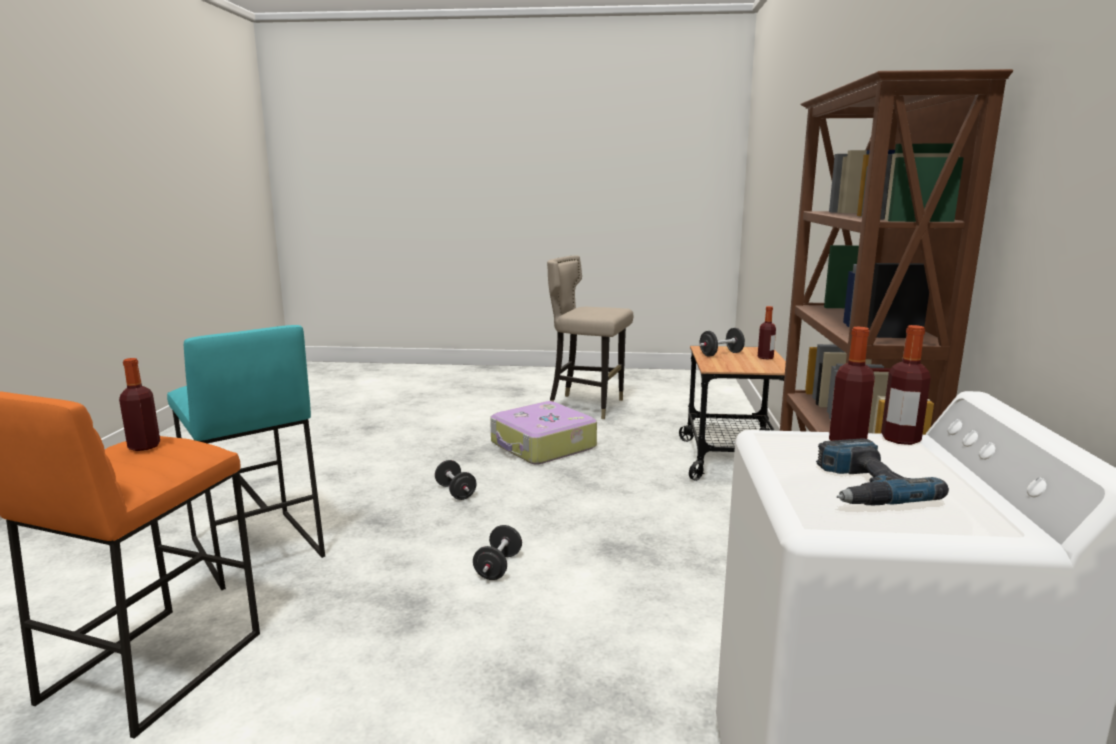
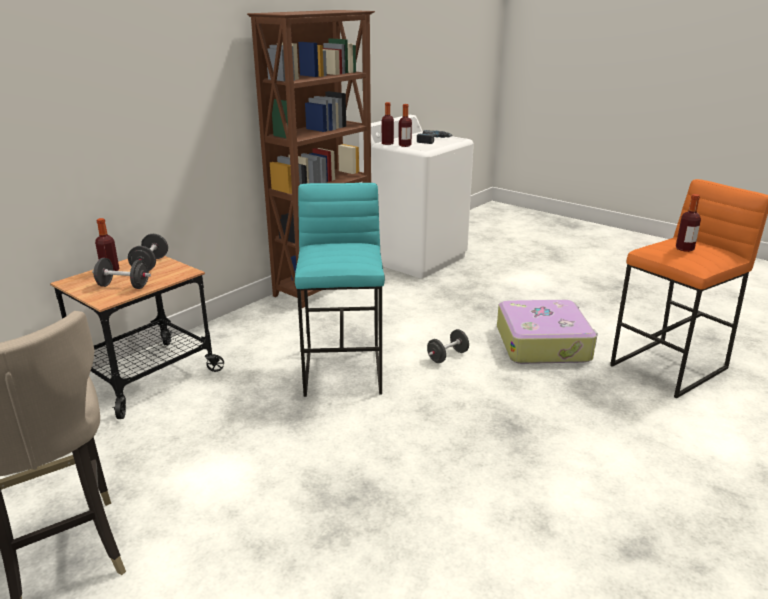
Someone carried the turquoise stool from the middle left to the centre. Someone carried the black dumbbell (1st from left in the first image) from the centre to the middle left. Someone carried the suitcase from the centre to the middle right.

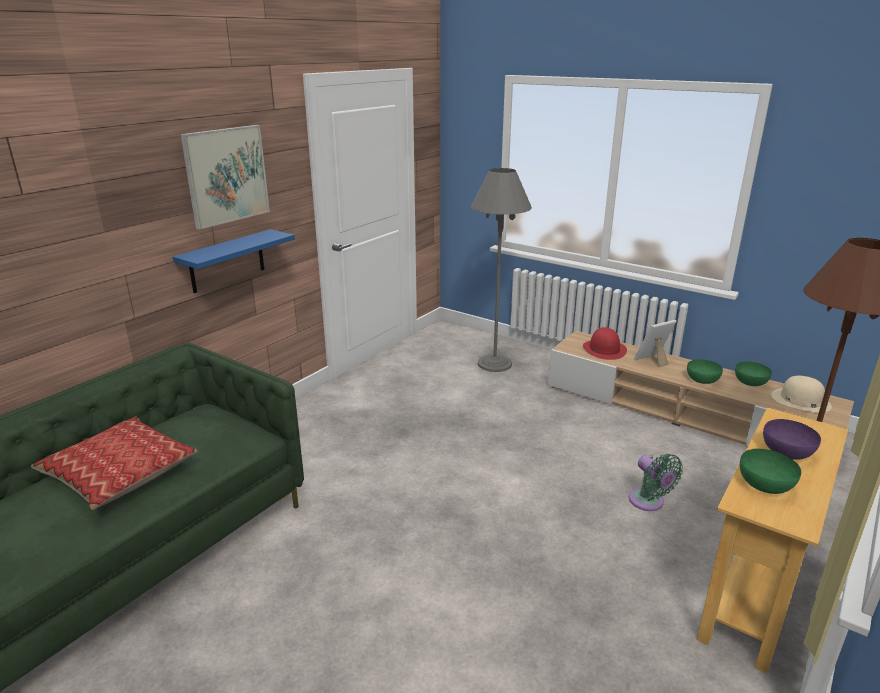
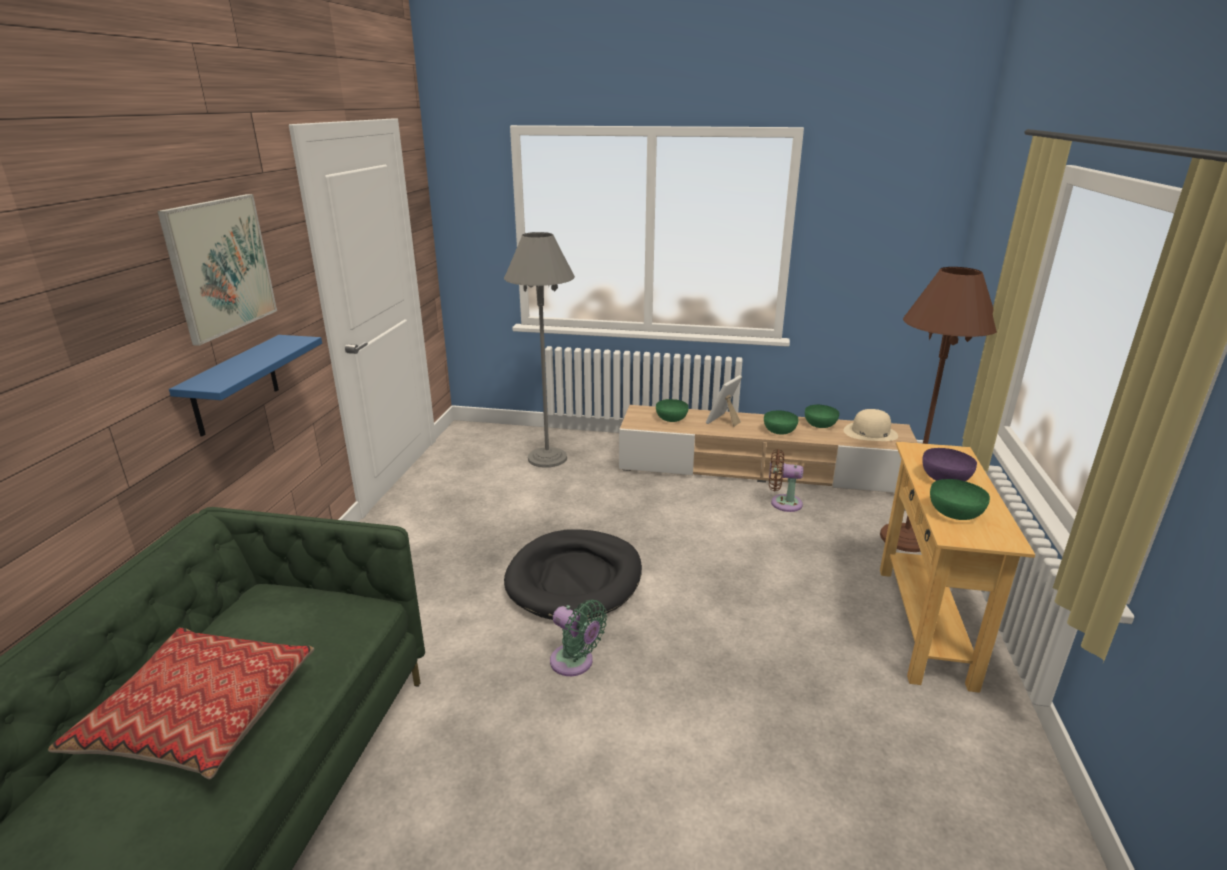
Someone put down the black dog bed at the centre. Someone put down the brown fan at the centre. Someone carried the green fan from the bottom right to the bottom centre. Someone swapped the red hat at the middle right for the green bowl (1st from left) at the centre.

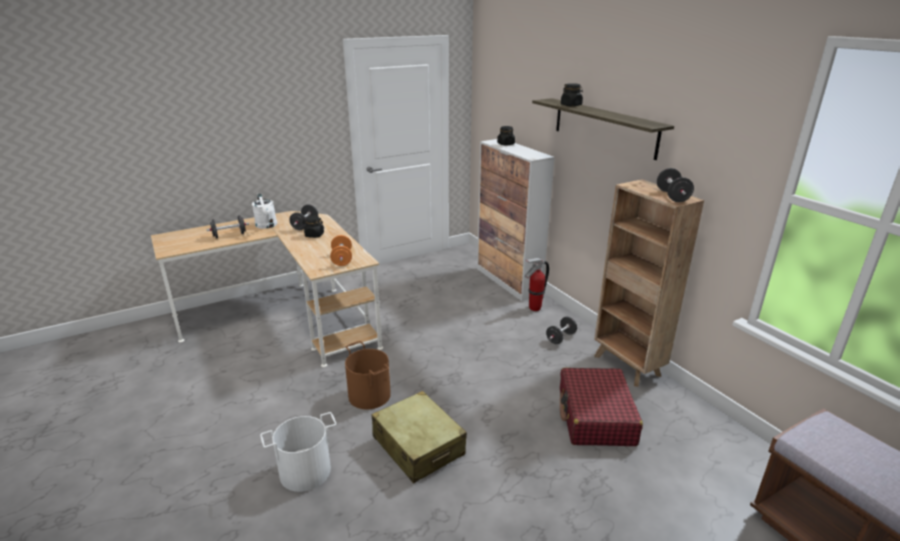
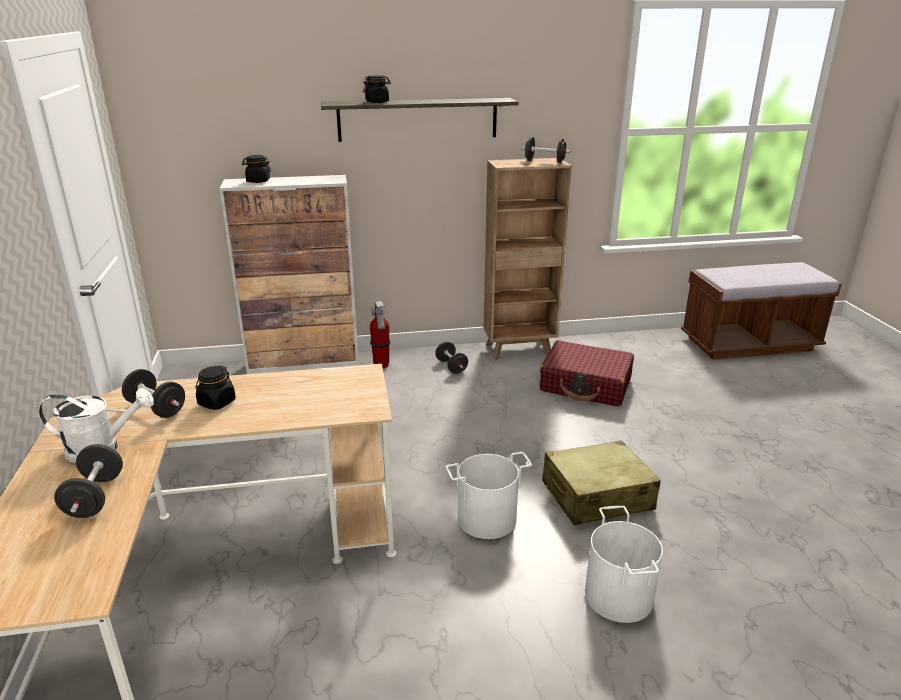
Someone took away the orange dumbbell at the centre. Someone repainted the brown bucket at the bottom centre, which became the white bucket (1st from left) at the bottom centre.

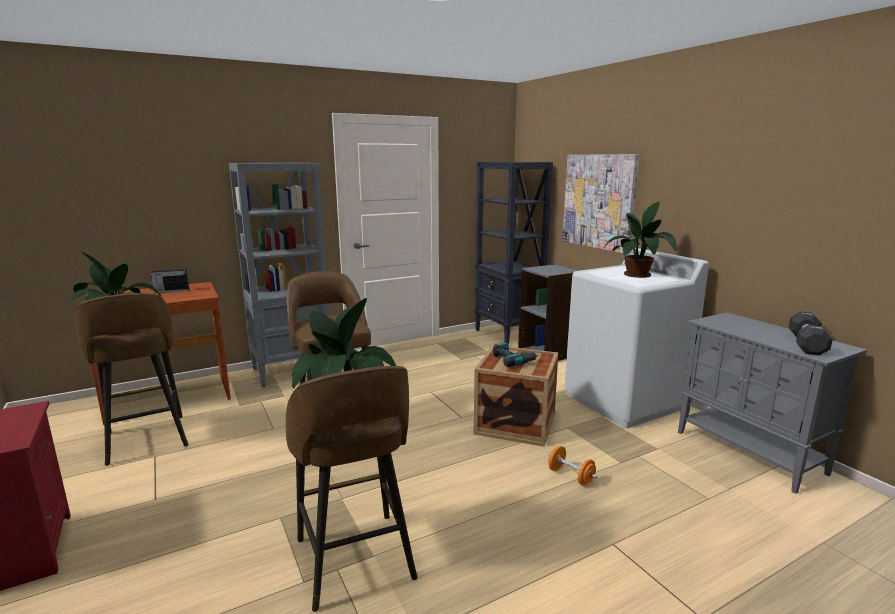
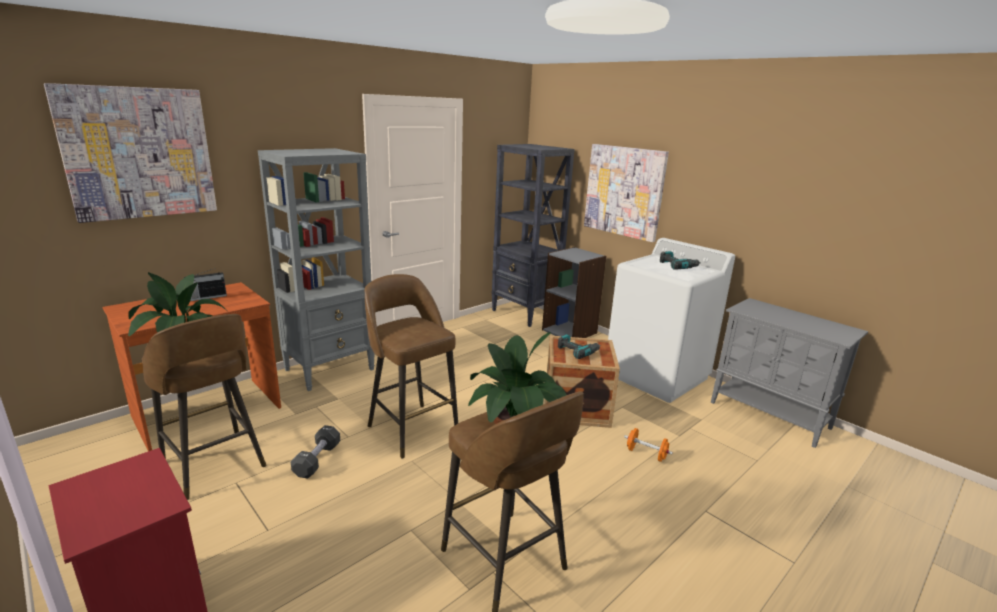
Someone put up the picture (1st from left) at the top left. Someone carried the black dumbbell from the middle right to the bottom left. Someone swapped the potted plant (3rd from left) at the middle right for the power drill (2nd from left) at the middle right.

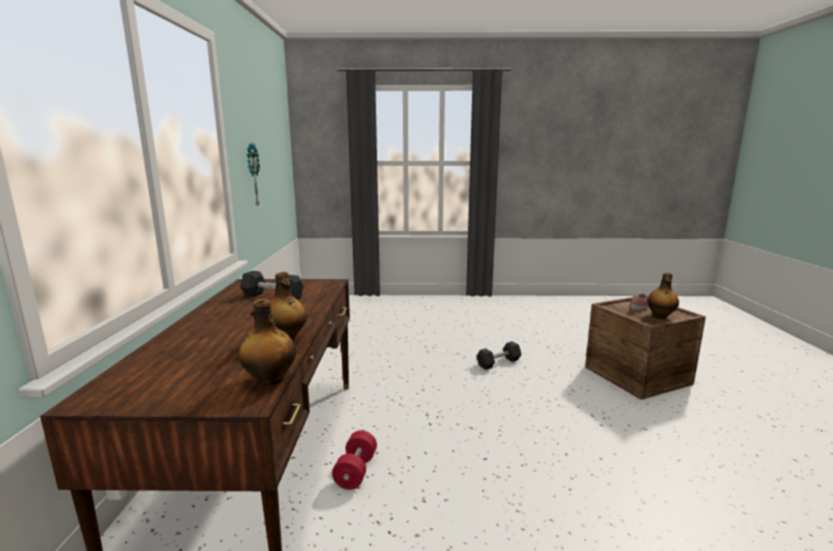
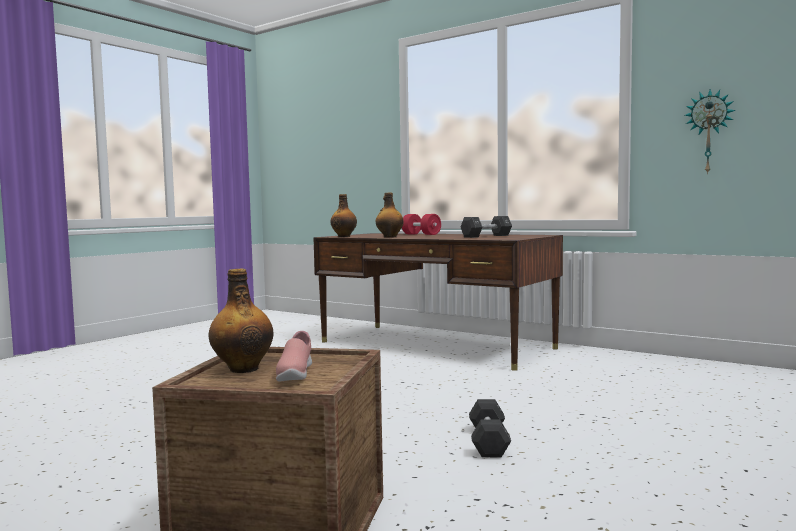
Someone carried the red dumbbell from the bottom centre to the centre.

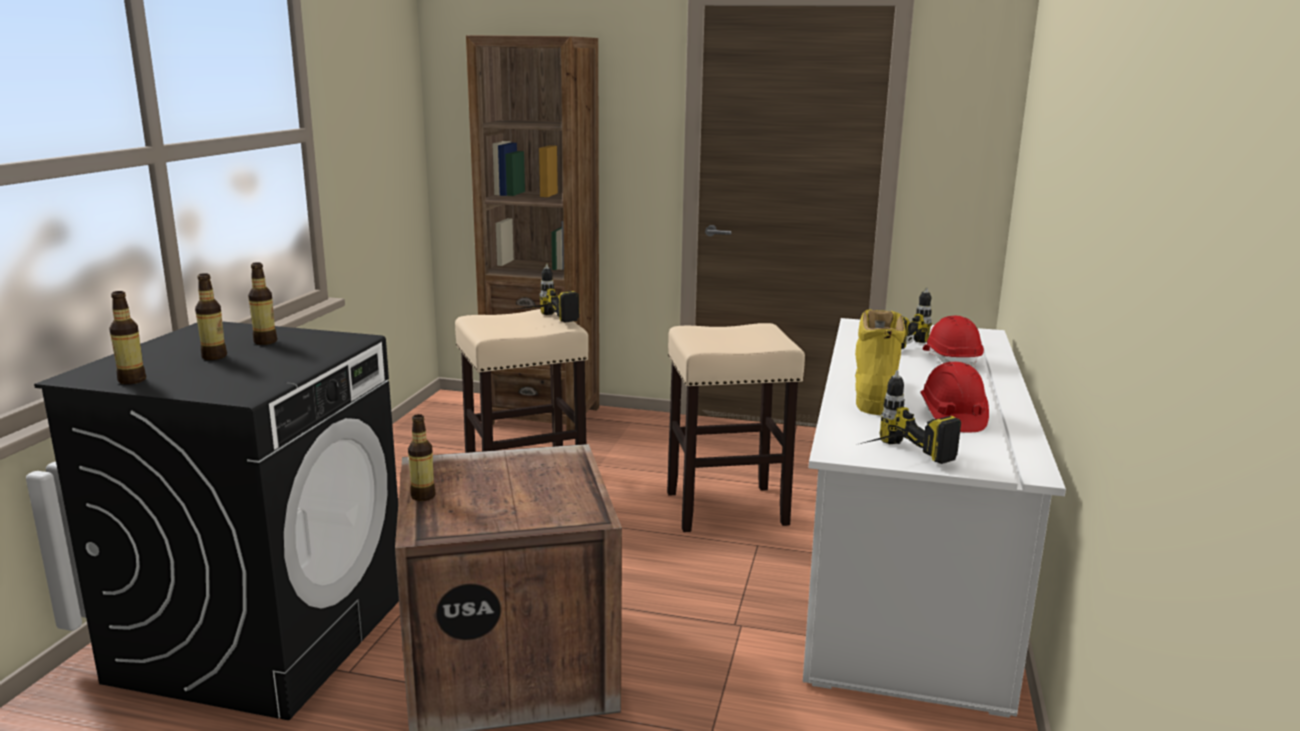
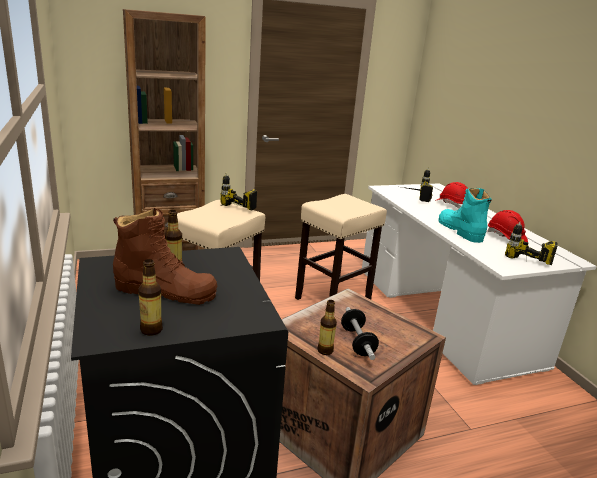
Someone put down the dumbbell at the bottom centre. Someone swapped the bottle (2nd from left) at the middle left for the brown boot at the middle left. Someone repainted the yellow boot at the middle right, which became the turquoise boot at the middle right.

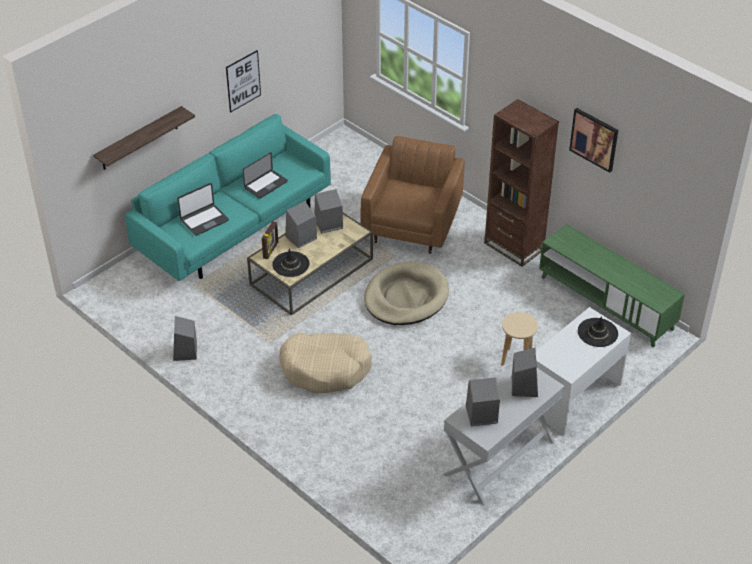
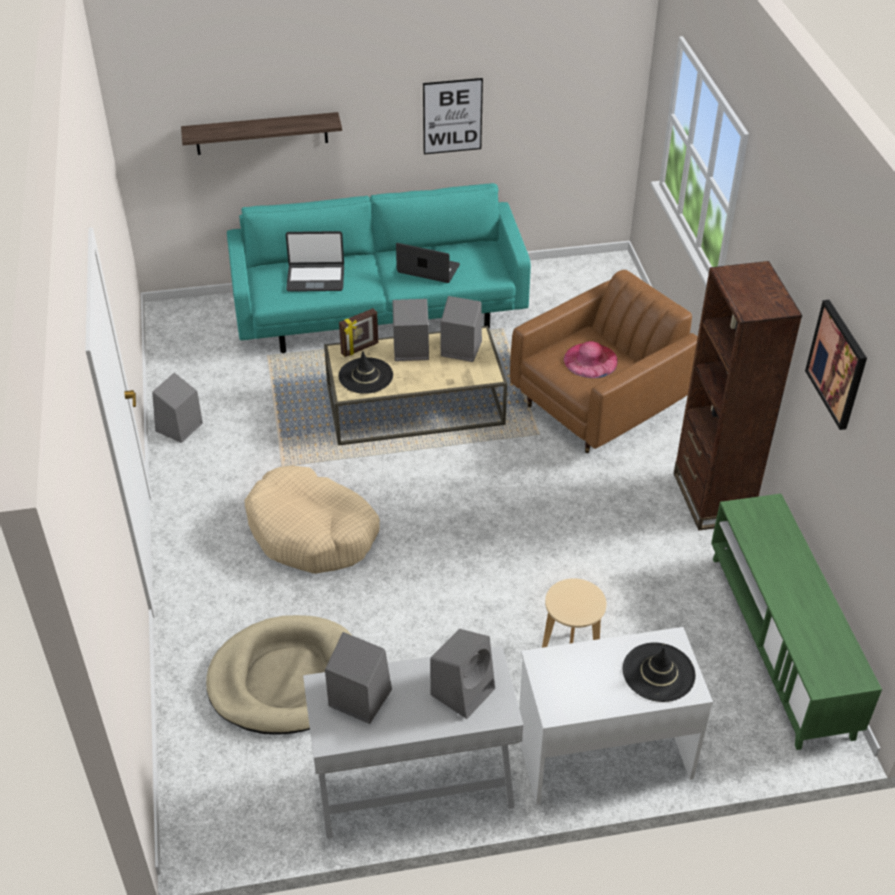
Someone put down the pink hat at the centre. Someone carried the beige dog bed (2nd from left in the first image) from the centre to the bottom left. Someone rotated the laptop (2nd from left) at the top centre by 150 degrees counterclockwise.

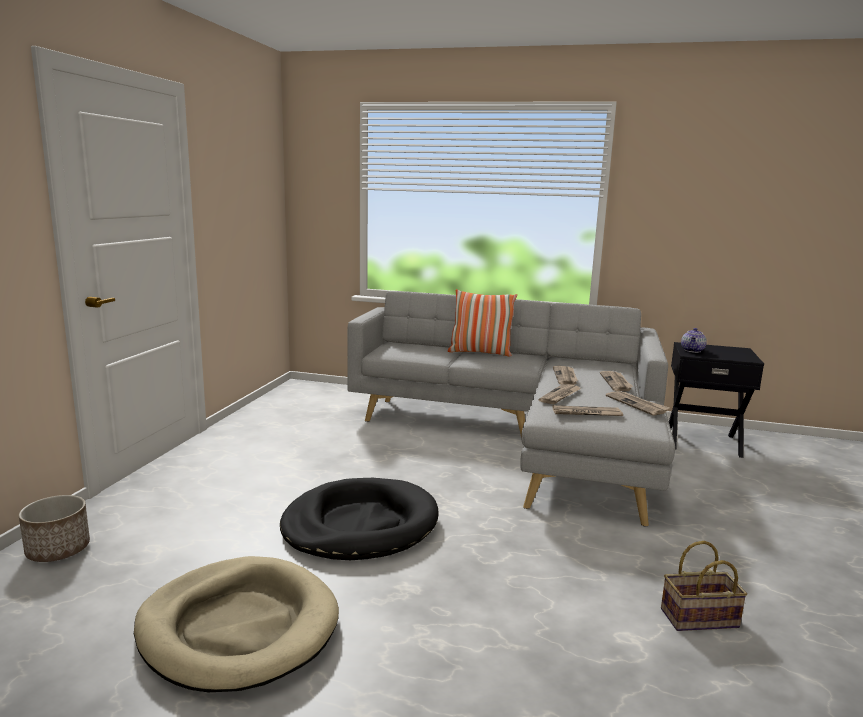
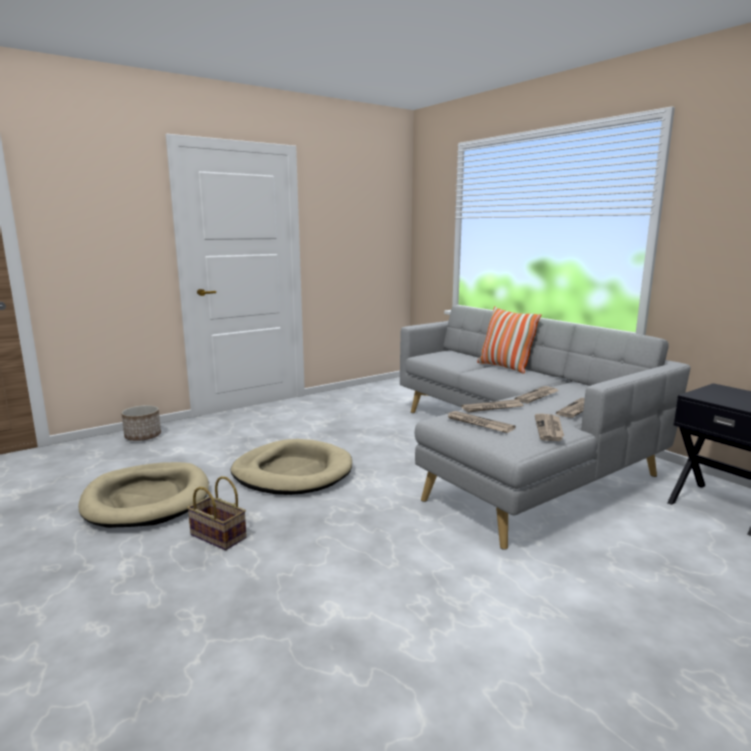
Someone took away the teapot at the middle right. Someone carried the basket from the bottom right to the bottom left. Someone repainted the black dog bed at the bottom centre, which became the beige dog bed (2nd from left) at the centre.

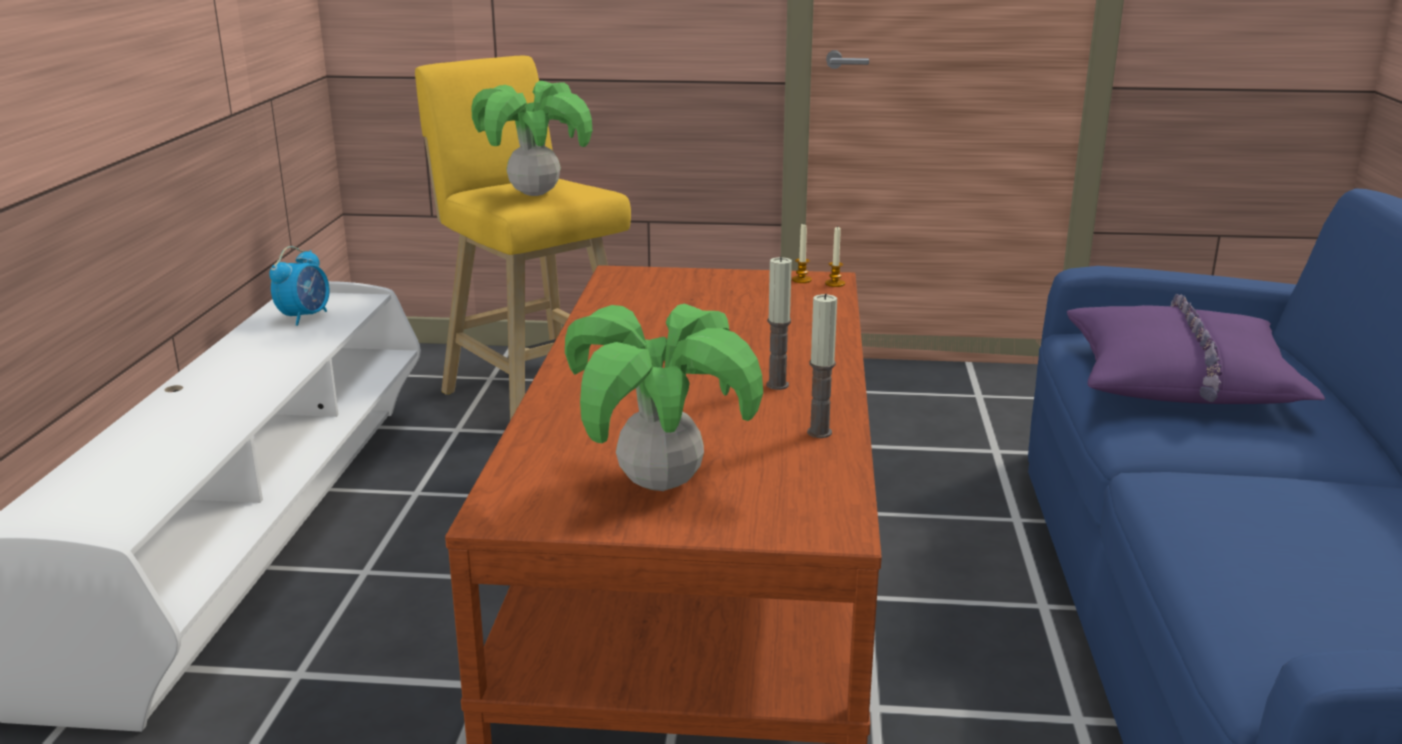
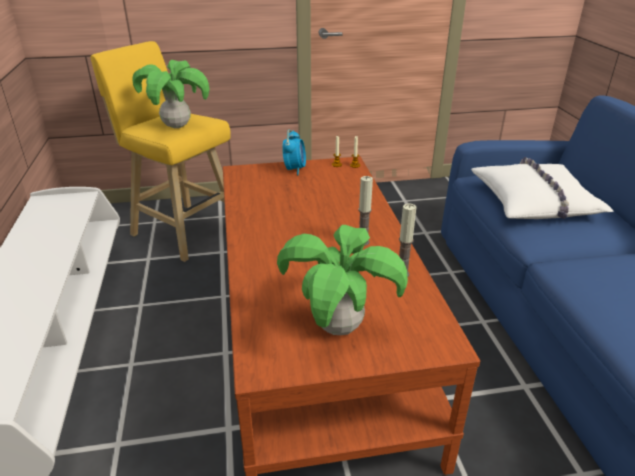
Someone carried the alarm clock from the middle left to the top centre. Someone repainted the purple pillow at the middle right, which became the white pillow at the middle right.

